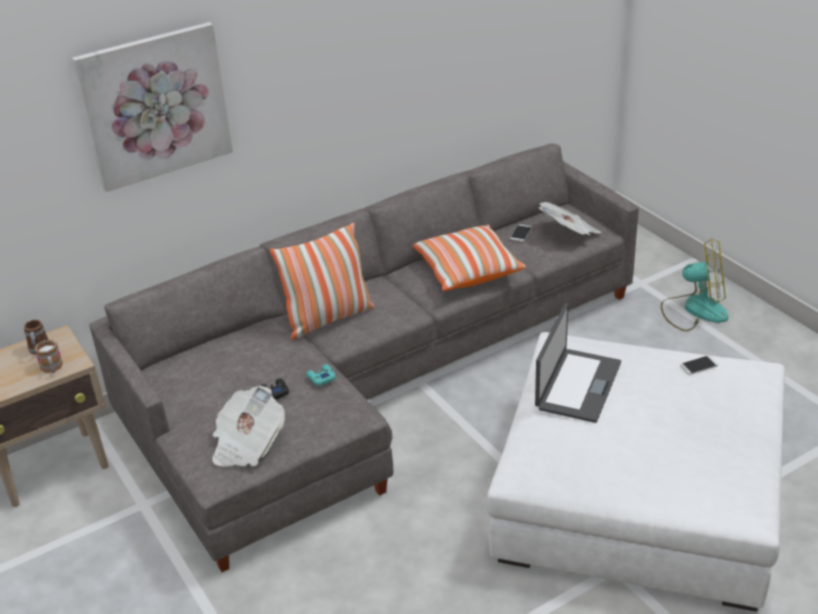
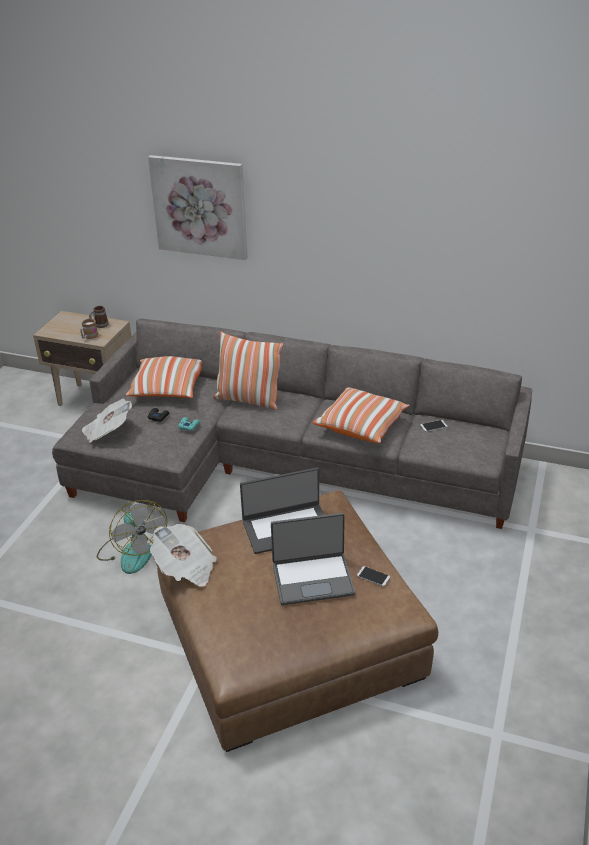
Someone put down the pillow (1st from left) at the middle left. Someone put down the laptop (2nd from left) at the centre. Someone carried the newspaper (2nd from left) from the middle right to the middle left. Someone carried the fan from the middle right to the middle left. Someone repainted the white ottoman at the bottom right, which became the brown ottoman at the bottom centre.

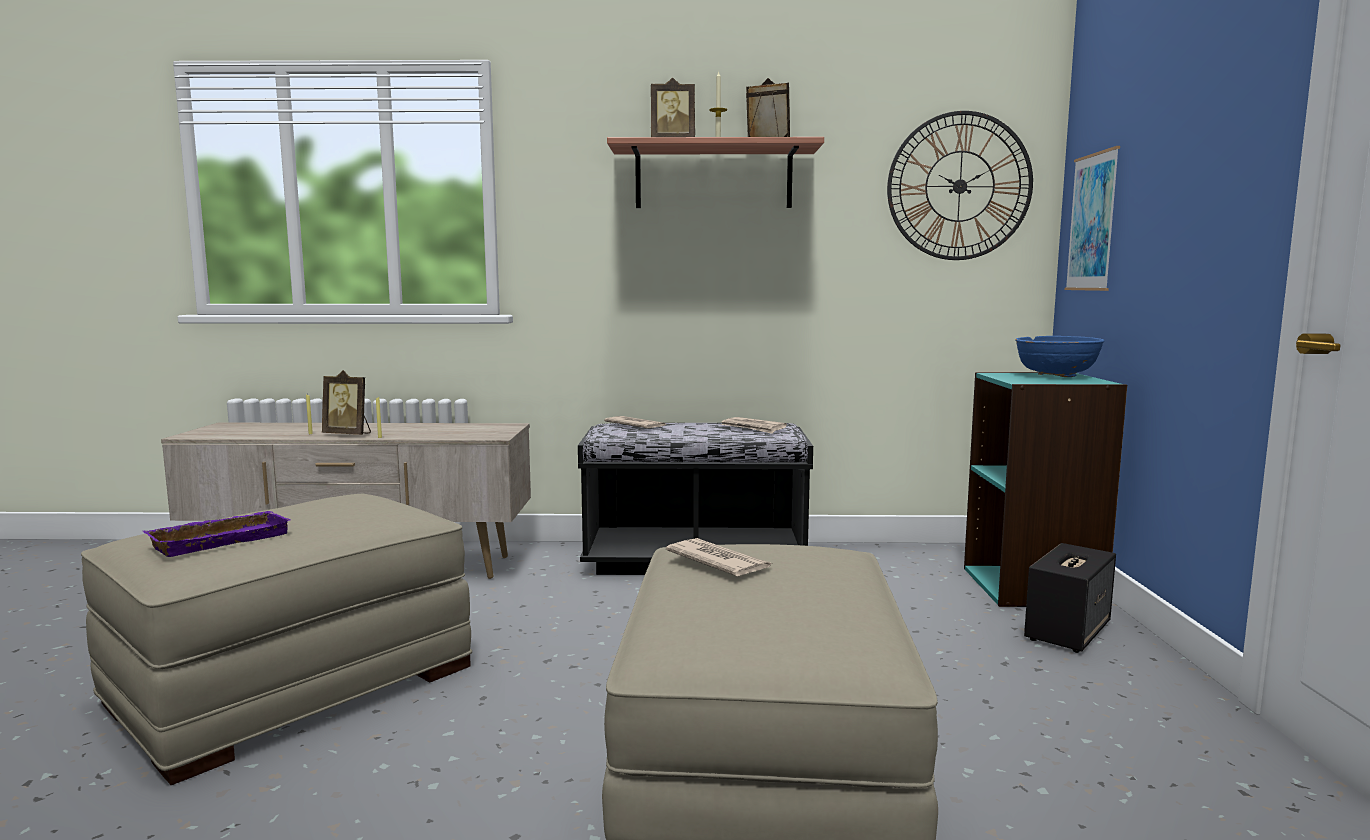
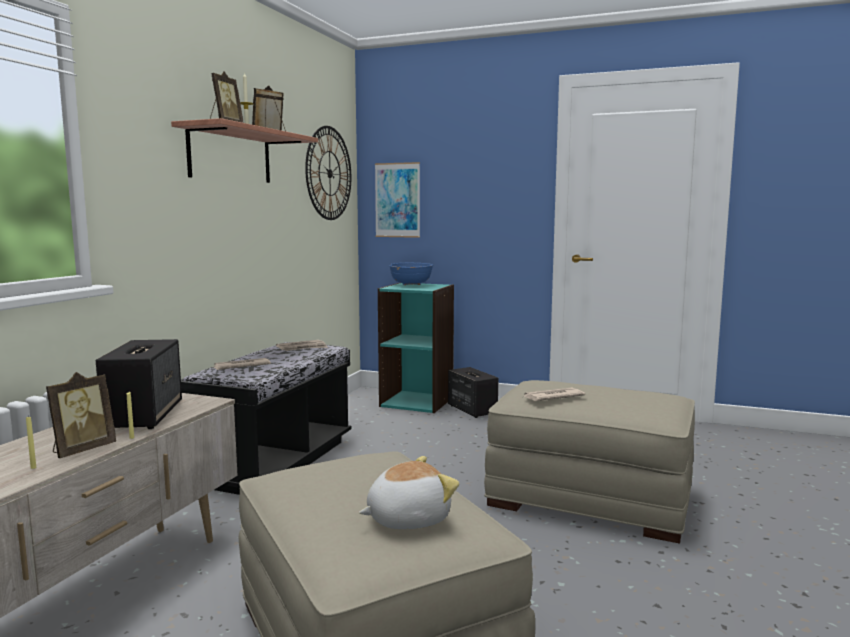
Someone put down the speaker (1st from left) at the middle left. Someone swapped the purple tray at the middle left for the plush toy at the bottom centre.

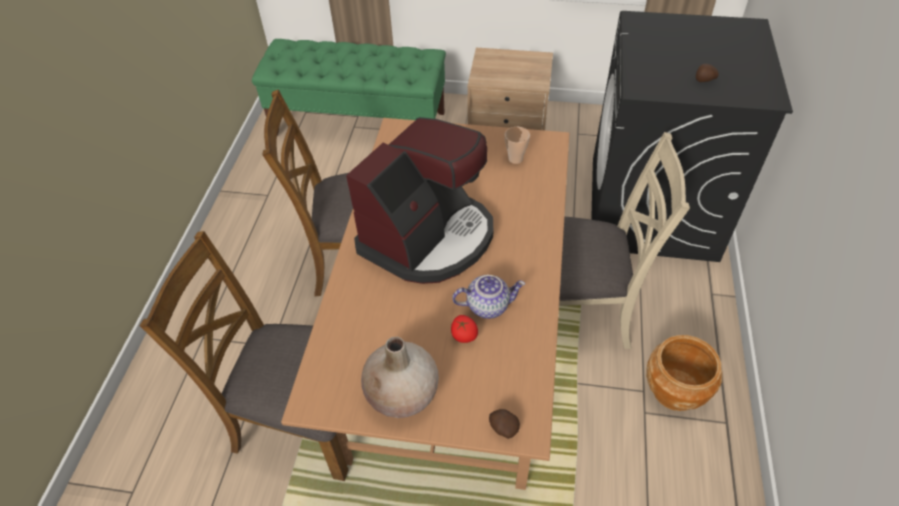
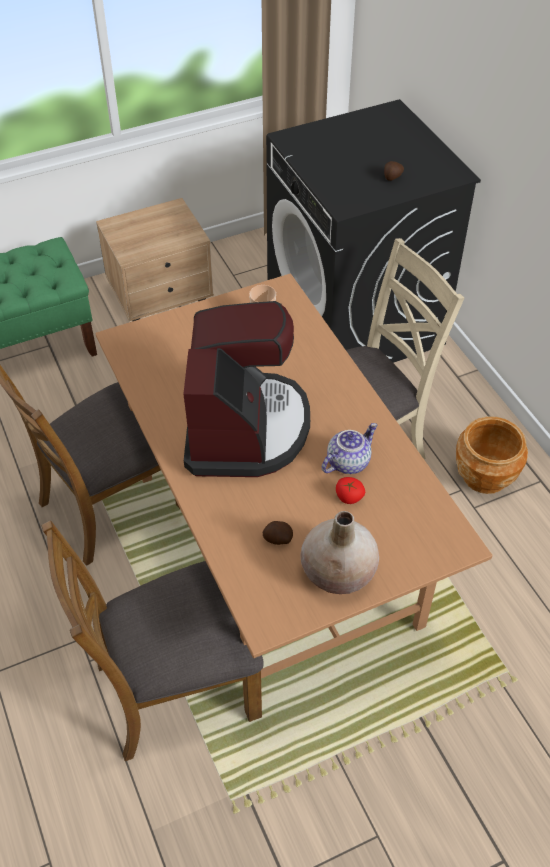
Someone carried the potato (1st from left) from the bottom centre to the centre.

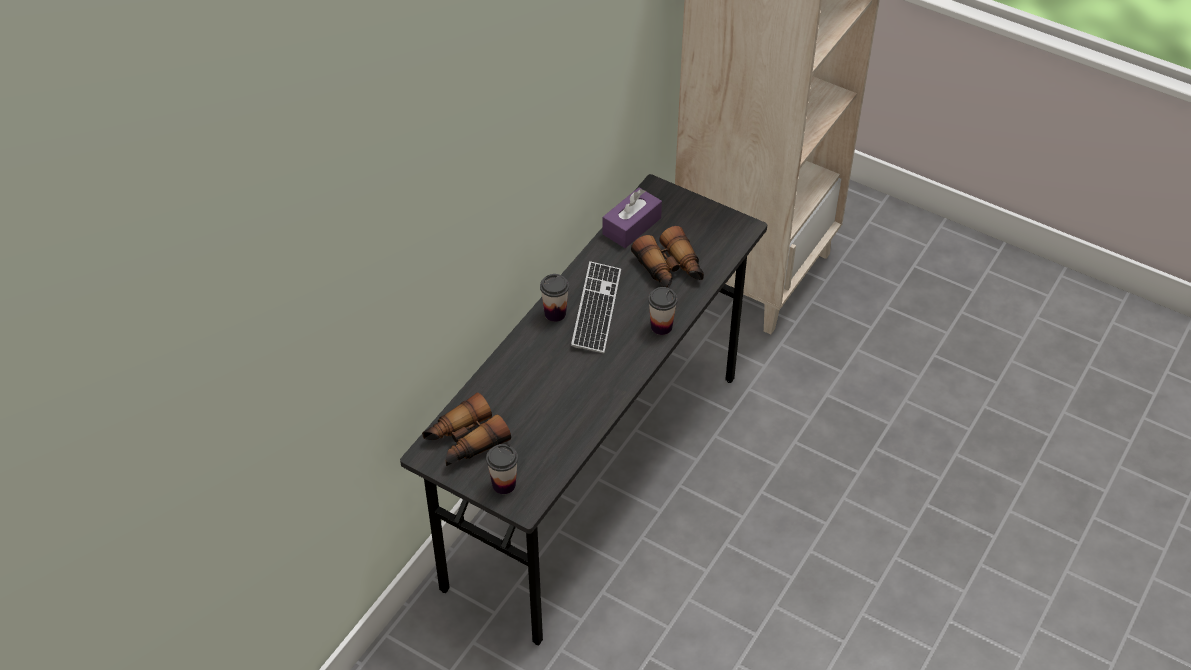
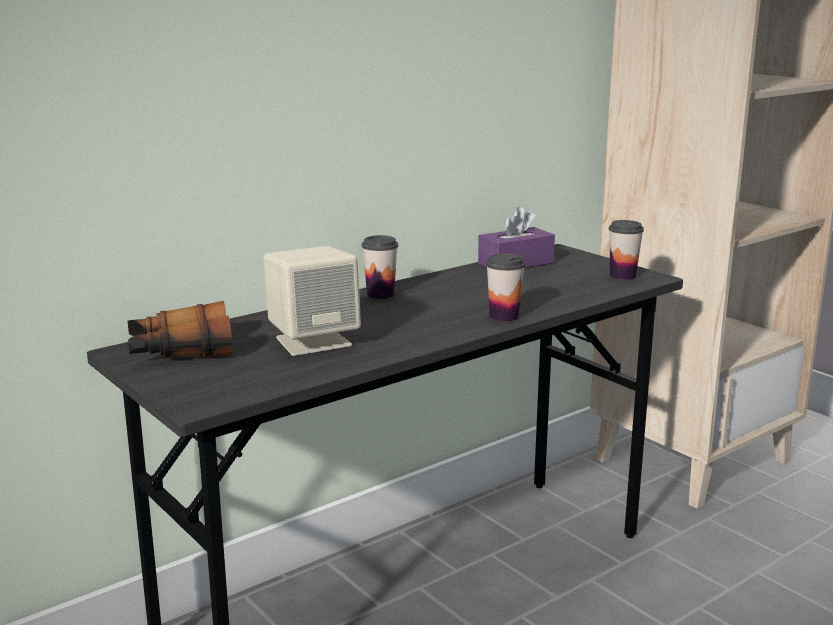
Someone took away the keyboard at the centre. Someone took away the binoculars (2nd from left) at the centre. Someone put down the beige speaker at the centre. Someone carried the cup (1st from left in the first image) from the bottom centre to the middle right.

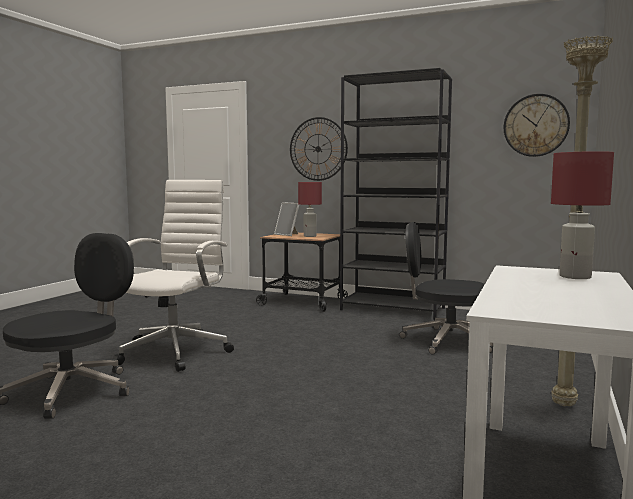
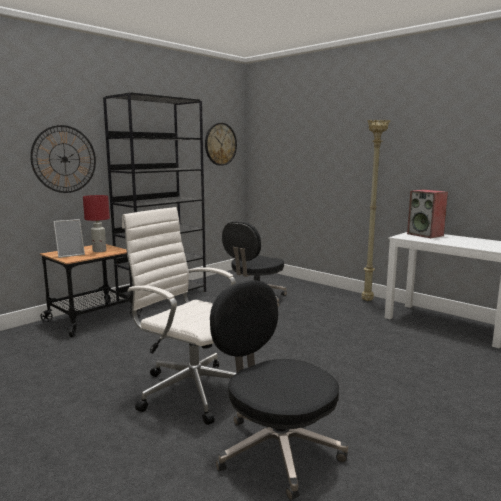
Someone swapped the red table lamp (2nd from left) at the middle right for the speaker at the middle right.

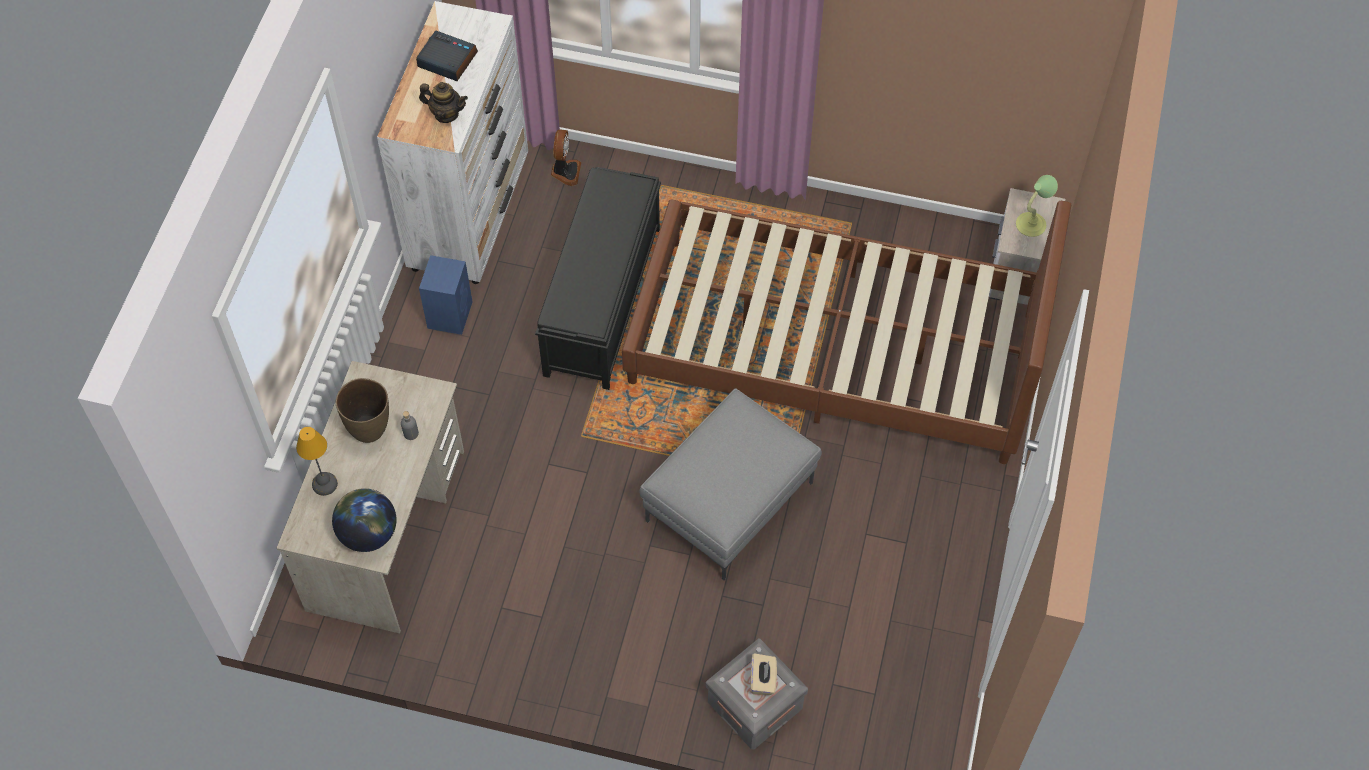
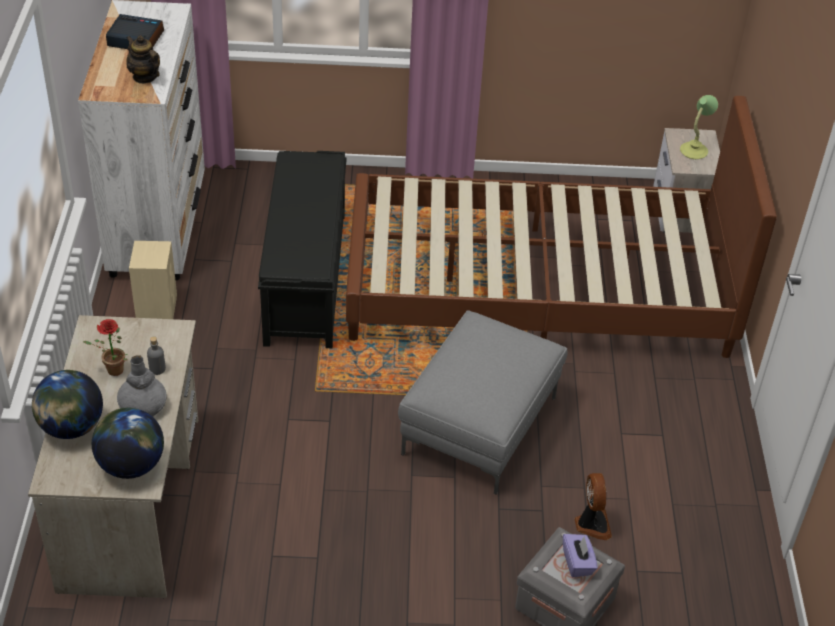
Someone put down the grey vase at the middle left. Someone carried the fan from the top centre to the bottom right. Someone swapped the table lamp (1st from left) at the middle left for the globe (1st from left) at the middle left. Someone swapped the brown vase at the middle left for the potted plant at the middle left. Someone repainted the blue speaker at the middle left, which became the beige speaker at the middle left. Someone repainted the beige tissue box at the bottom centre, which became the purple tissue box at the bottom right. Someone rotated the teapot at the top left by 135 degrees counterclockwise.

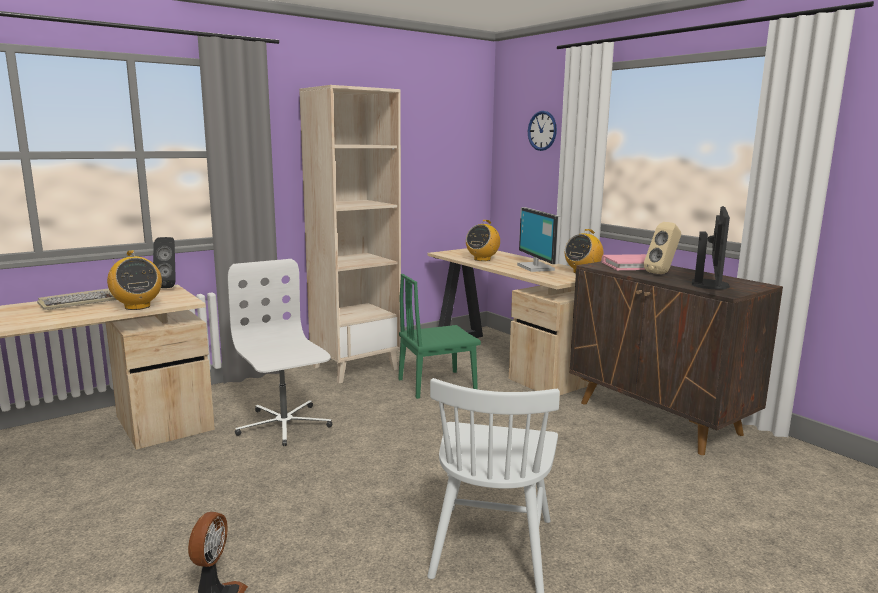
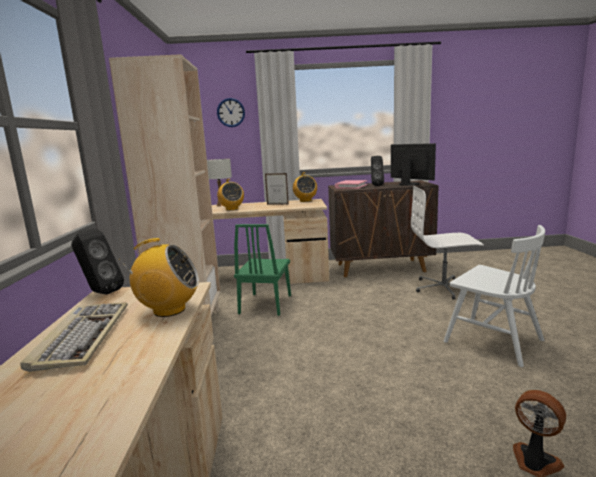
Someone put down the white table lamp at the centre. Someone carried the white office chair from the middle left to the middle right. Someone swapped the monitor (1st from left) at the centre for the picture frame at the centre. Someone repainted the beige speaker at the middle right, which became the black speaker (2nd from left) at the centre.

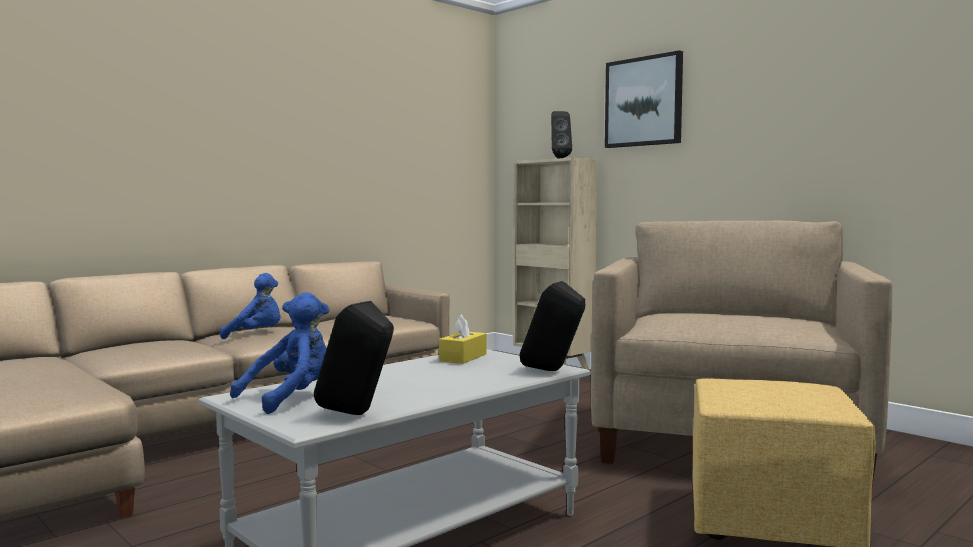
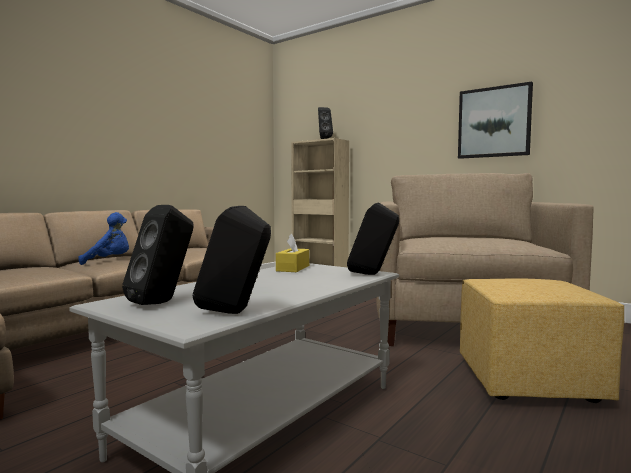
Someone carried the picture from the top centre to the top right. Someone swapped the blue plush toy (2nd from left) at the middle left for the black speaker (1st from left) at the middle left.

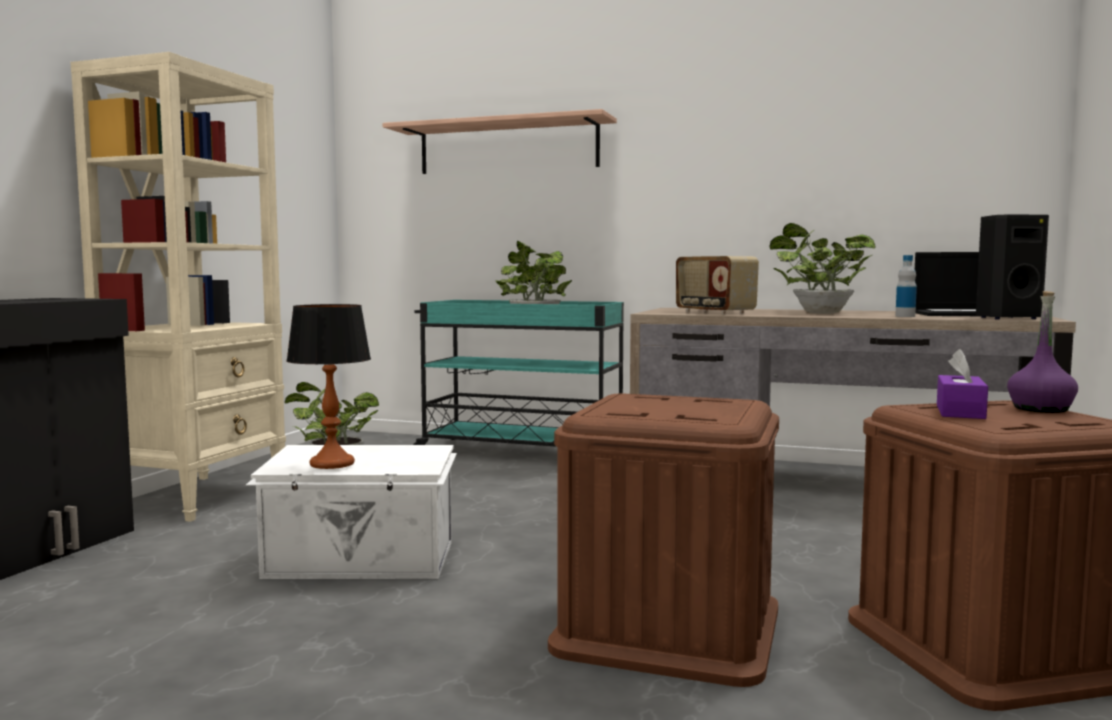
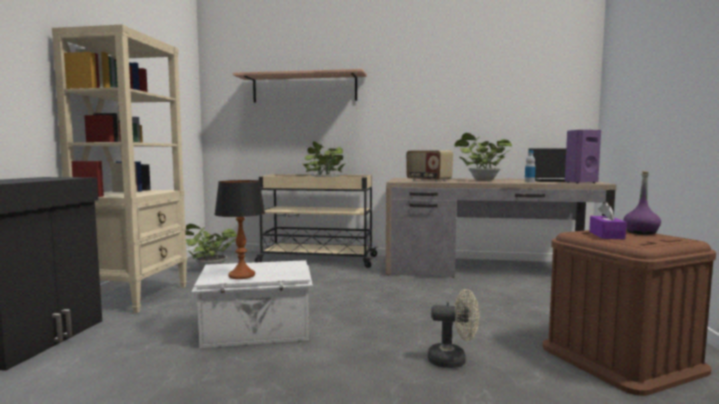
Someone swapped the brown storage box (1st from left) at the bottom centre for the beige fan at the bottom centre. Someone repainted the turquoise cart at the centre, which became the beige cart at the centre. Someone repainted the black speaker at the middle right, which became the purple speaker at the middle right.

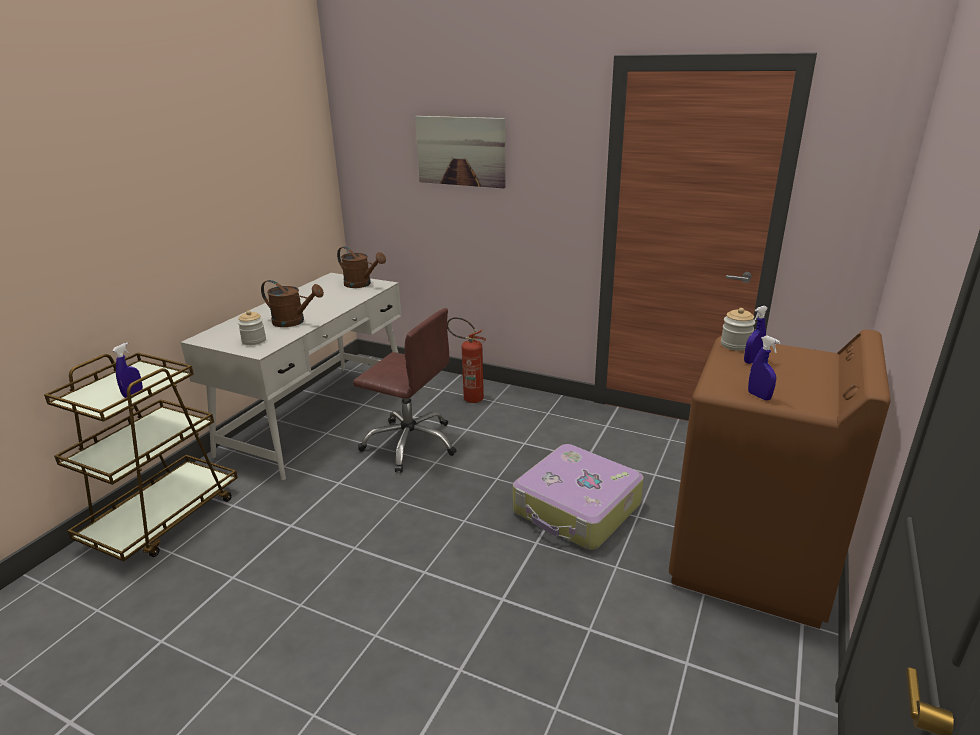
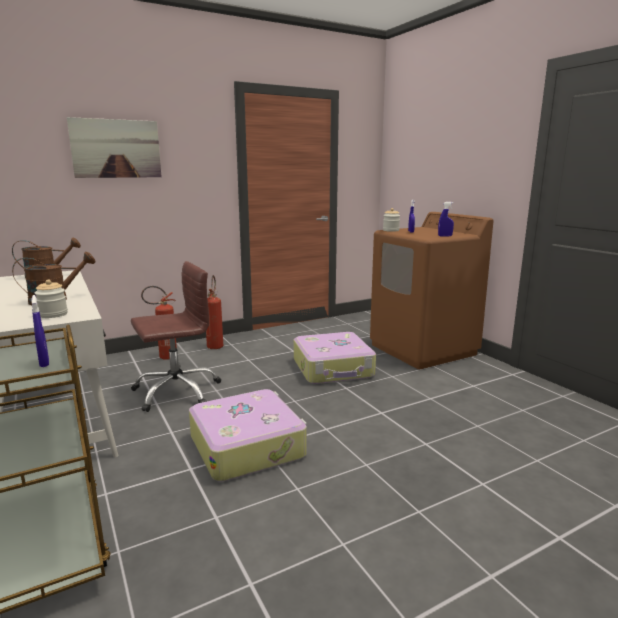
Someone put down the suitcase (1st from left) at the bottom centre. Someone put down the fire extinguisher (2nd from left) at the centre.

